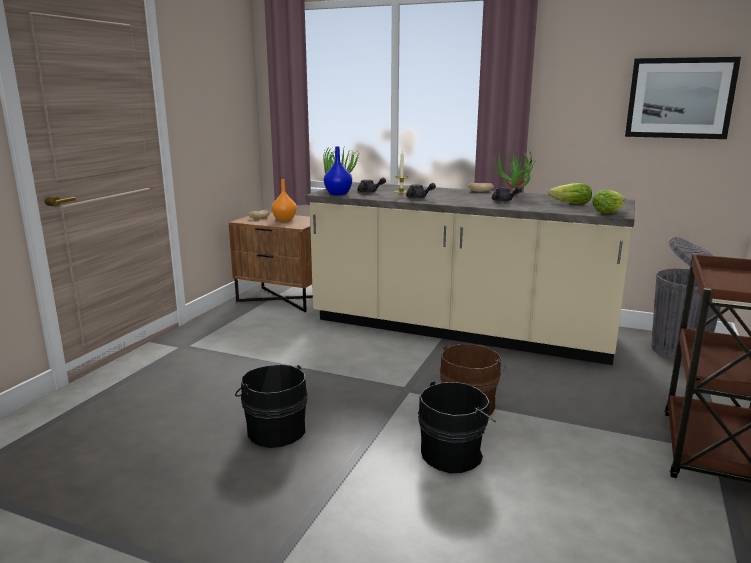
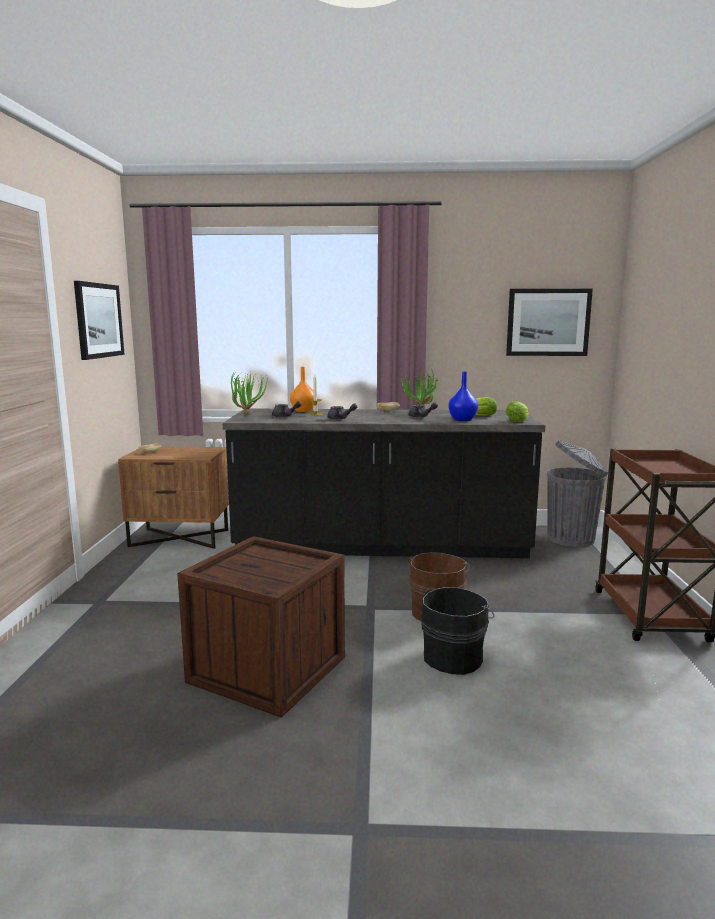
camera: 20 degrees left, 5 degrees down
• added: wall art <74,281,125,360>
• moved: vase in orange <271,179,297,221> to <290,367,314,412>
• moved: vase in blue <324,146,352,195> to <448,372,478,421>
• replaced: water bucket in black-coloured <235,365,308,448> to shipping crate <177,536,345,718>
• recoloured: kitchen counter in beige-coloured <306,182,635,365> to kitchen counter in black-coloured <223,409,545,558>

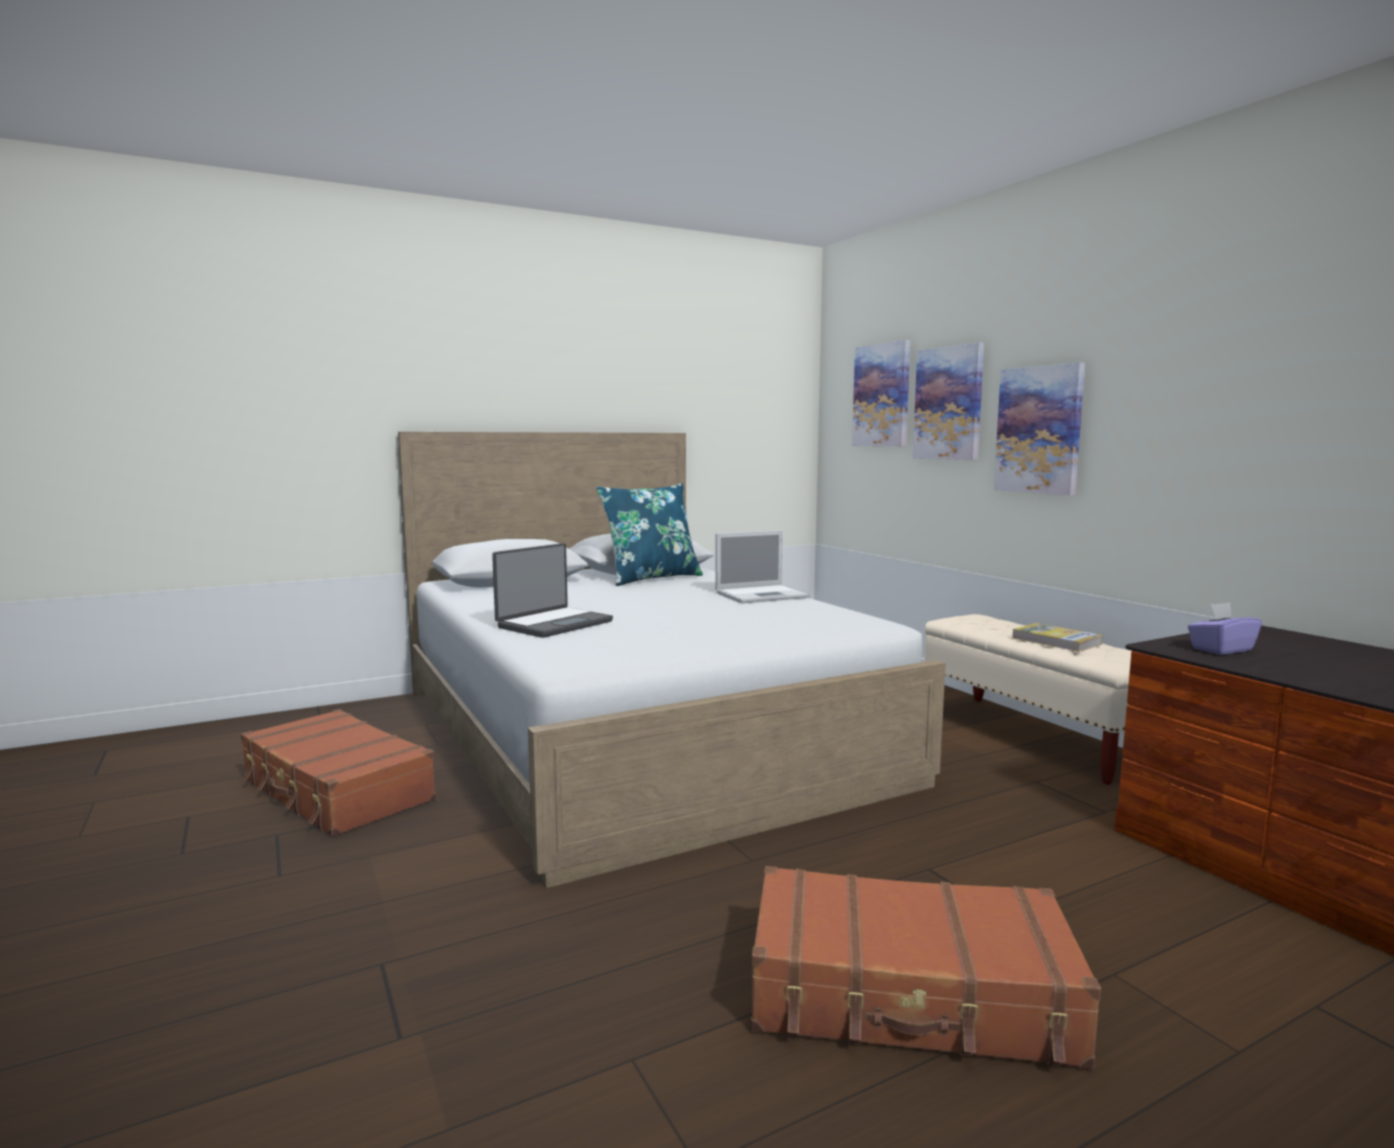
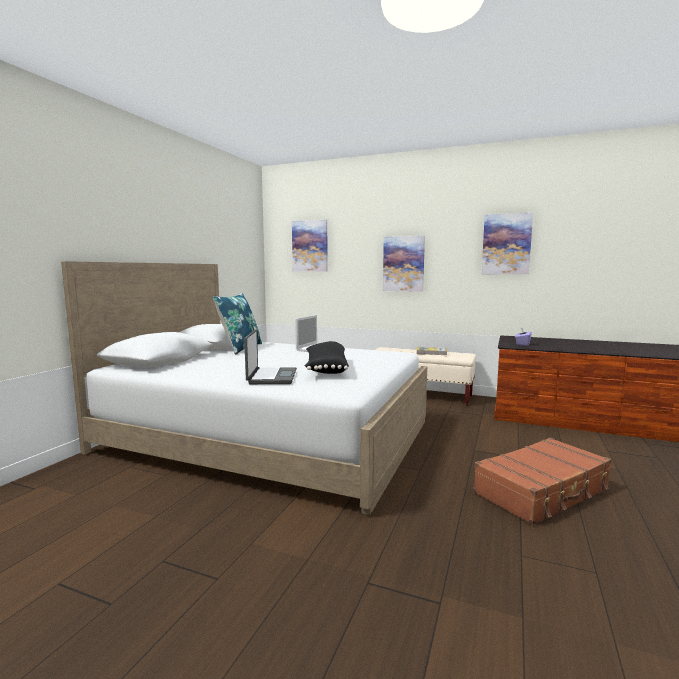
camera: 40 degrees left, 0 degrees up
• removed: piece of luggage in brown-coloured <241,709,436,837>
• added: cushion in black-coloured <305,341,349,374>
• moved: wall art <913,342,984,460> to <482,212,533,274>

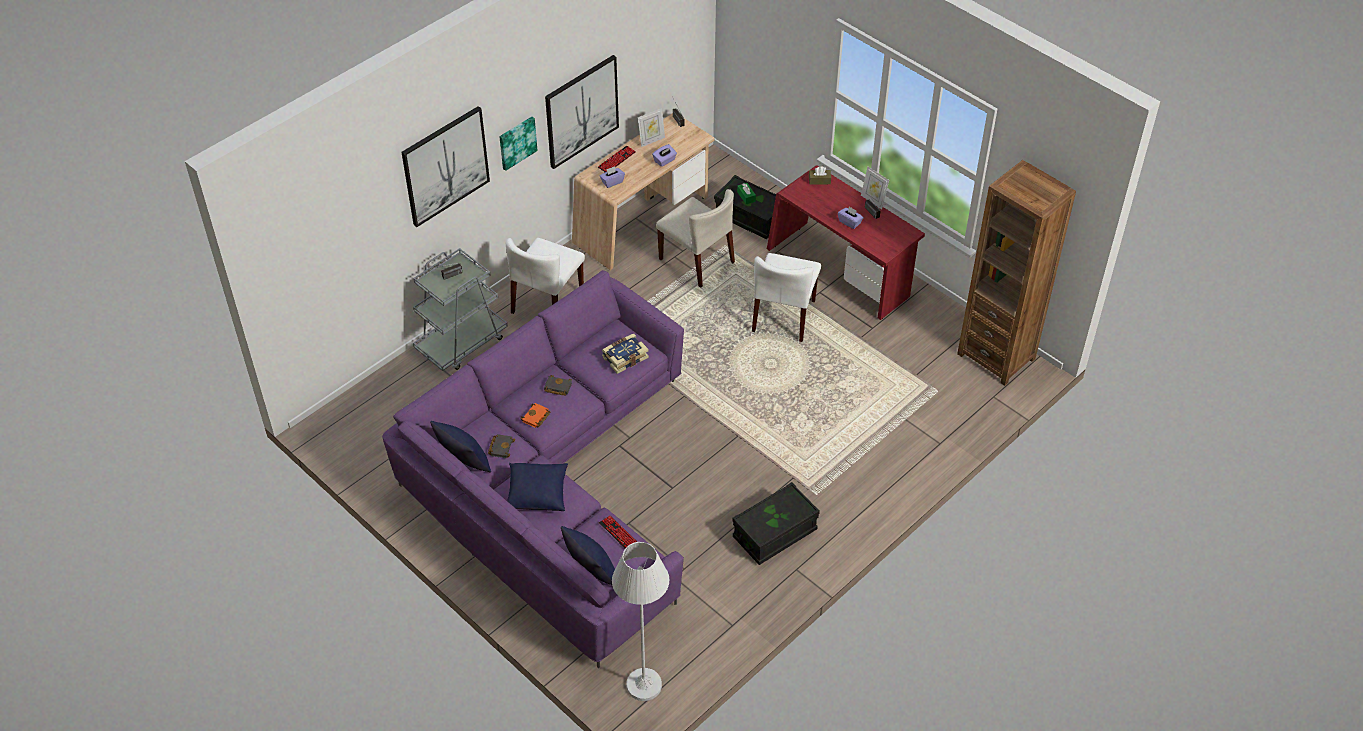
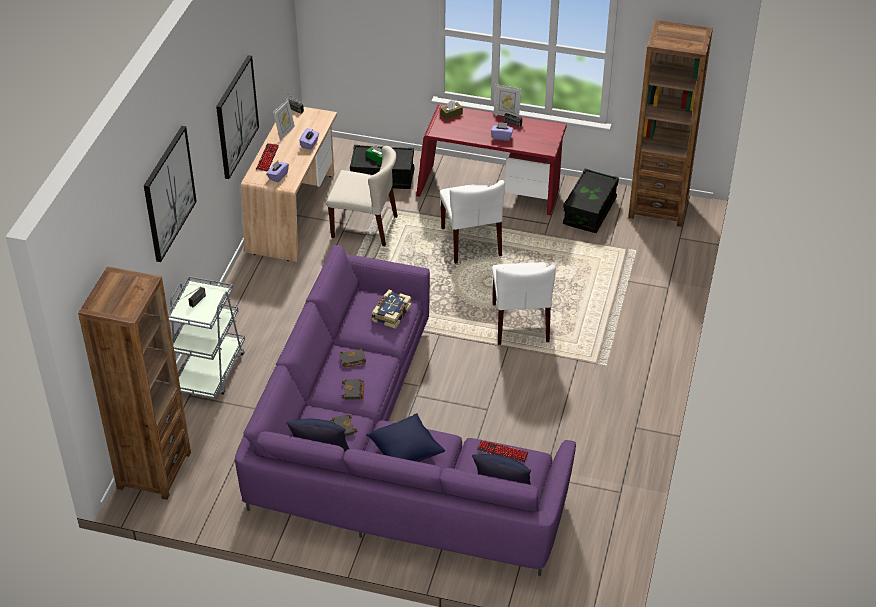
camera: 30 degrees left, 5 degrees down
• removed: wall art <499,117,537,171>
• removed: standing lamp in white-coloured <612,542,669,701>
• added: bookshelf in brown-coloured <78,266,191,500>
• moved: chair in white-coloured <506,238,585,314> to <492,262,556,345>
• moved: storage box in black-coloured <732,482,820,565> to <563,168,619,233>
• recoloured: bound book in orange <520,403,551,428> to bound book in black-coloured <342,379,364,400>

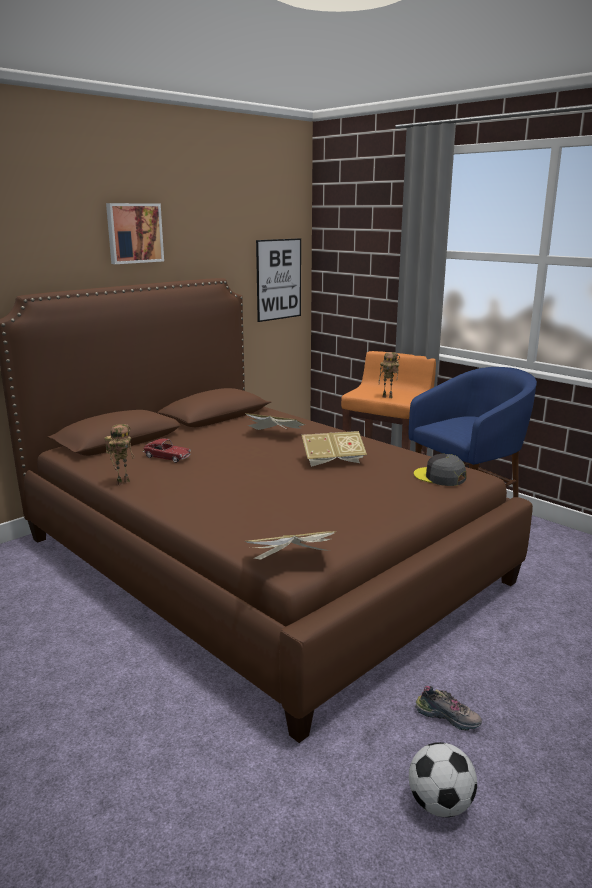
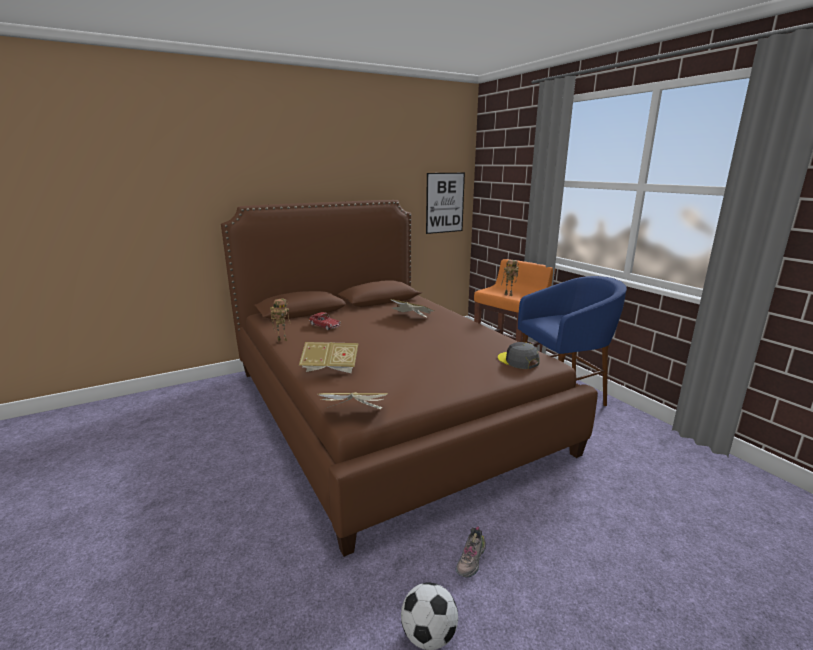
camera: 15 degrees right, 0 degrees up
• removed: wall art <106,203,164,264>
• moved: bound book <301,431,367,467> to <299,342,359,373>
• turned: low shoe <415,686,482,731> = <456,526,486,578> 75 degrees clockwise

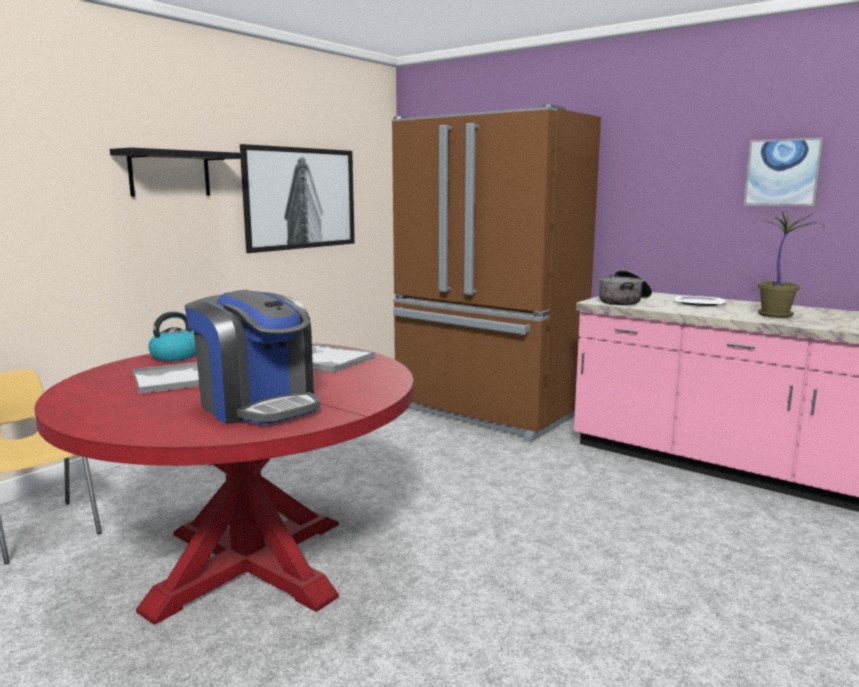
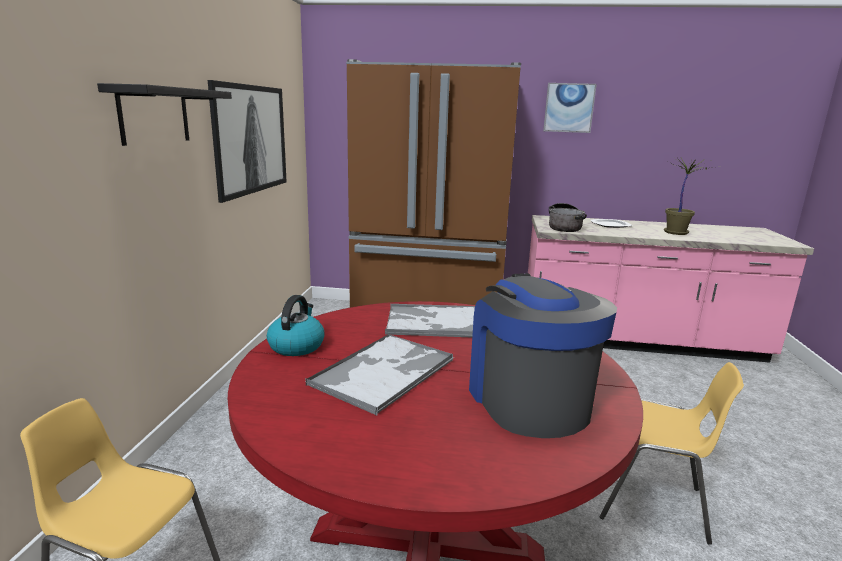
camera: 30 degrees left, 5 degrees up
• added: chair in yellow <600,362,744,545>
• moved: wall art <744,138,823,206> to <543,83,597,133>
• turned: coffee brewer <185,290,320,425> = <469,273,617,438> 120 degrees counterclockwise

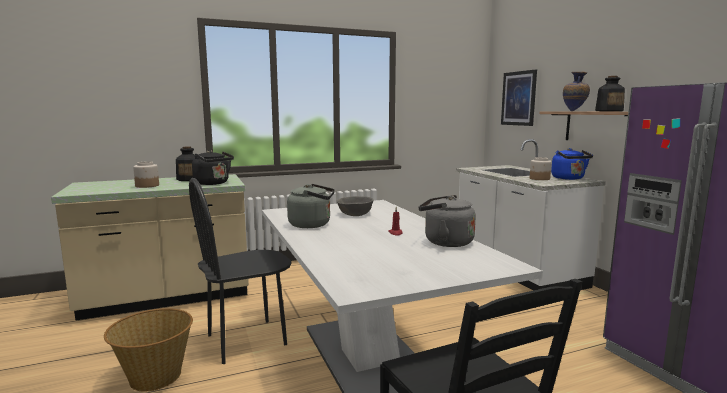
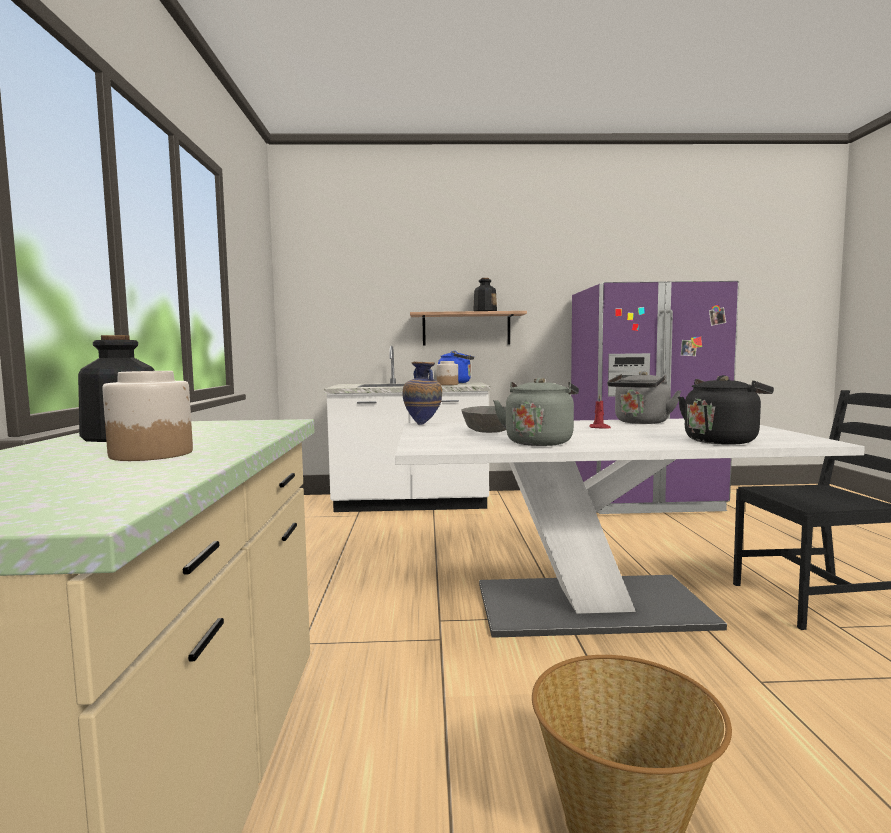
camera: 70 degrees left, 5 degrees down
• removed: chair in black-coloured <189,178,291,364>
• removed: wall art <501,70,537,126>
• moved: water kettle in black-coloured <192,150,234,185> to <678,375,774,445>
• moved: vase <563,72,590,111> to <403,362,442,425>

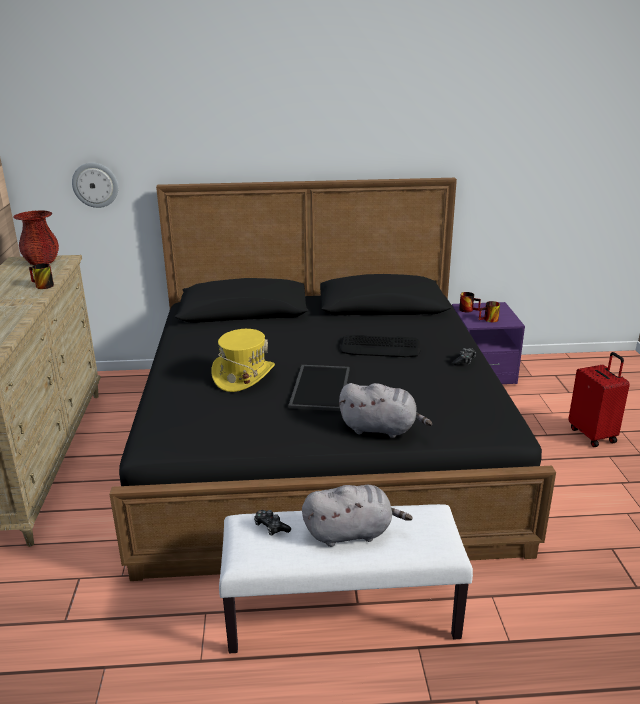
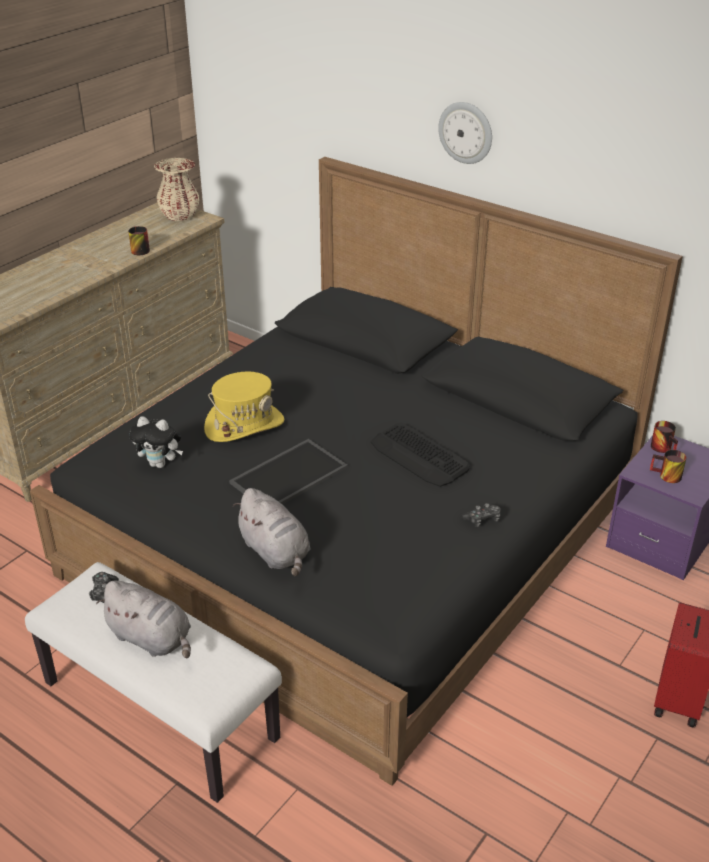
camera: 40 degrees right, 10 degrees up
• added: plush toy <129,416,183,468>
• moved: hanging clock <72,163,118,208> to <438,102,492,164>
• recoloured: vase in red <13,210,59,265> to vase in beige-coloured <154,158,200,221>

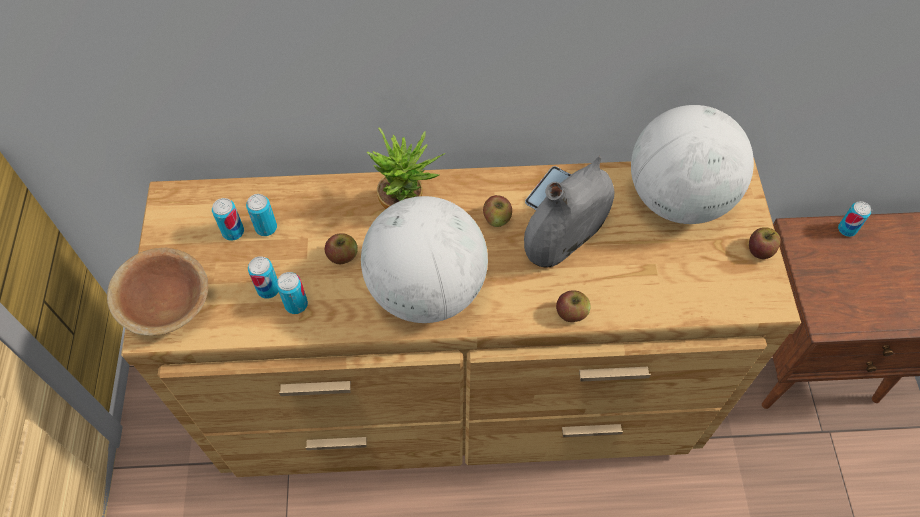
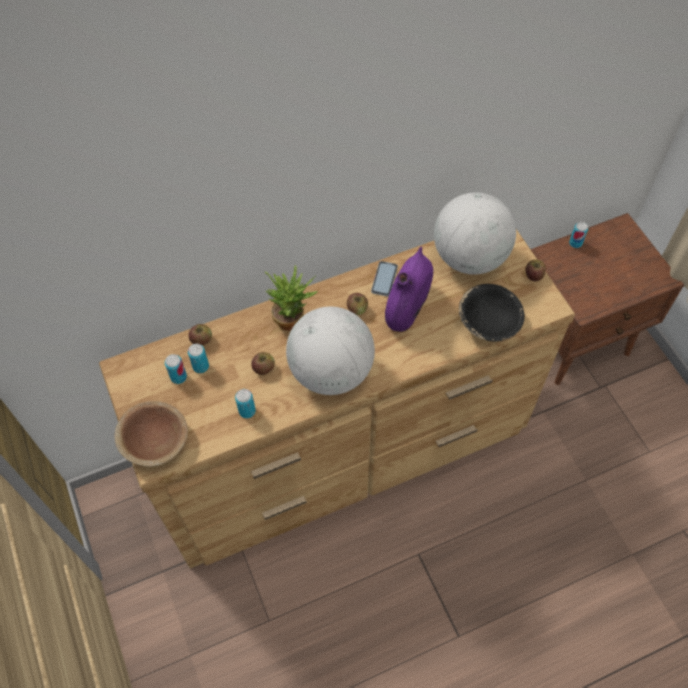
camera: 20 degrees left, 0 degrees up
• removed: metal can <248,256,279,299>
• added: serving bowl in black-coloured <459,284,525,341>
• moved: apple <556,290,590,322> to <189,324,212,346>
• recoloured: vase in gray <524,156,614,268> to vase in purple <385,247,433,332>

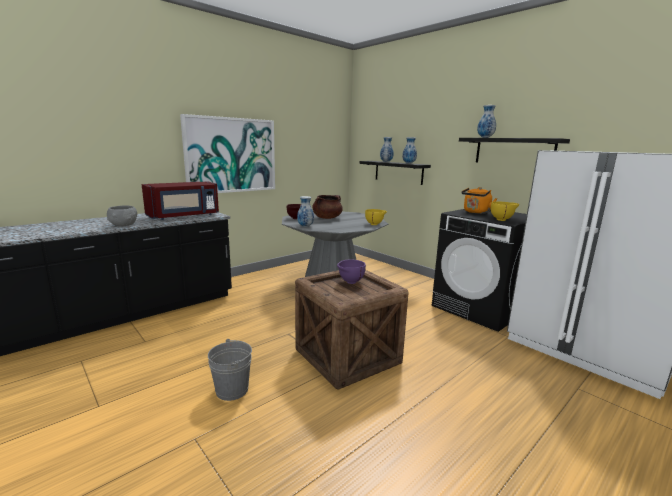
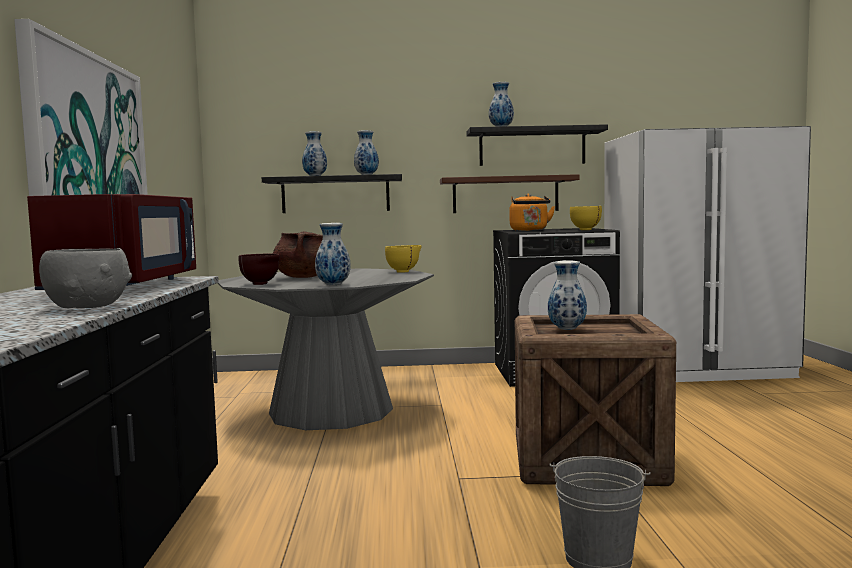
camera: 50 degrees left, 10 degrees down
• added: bracket shelf in brown-coloured <440,174,579,213>
• replaced: serving bowl in purple <337,260,366,284> to vase <548,261,587,330>

